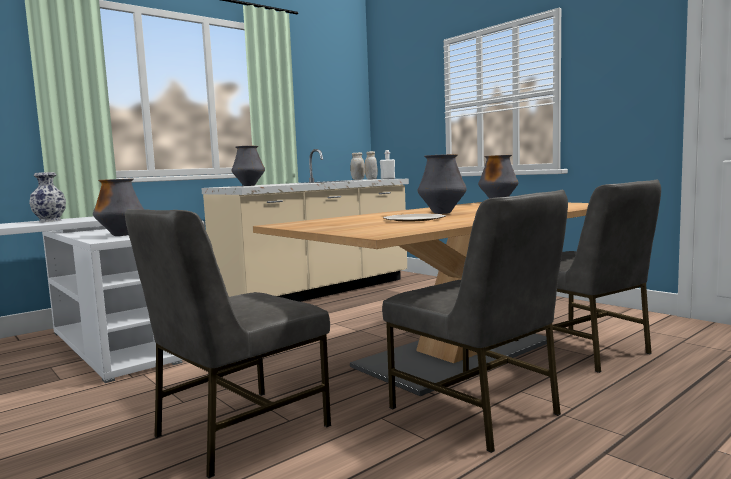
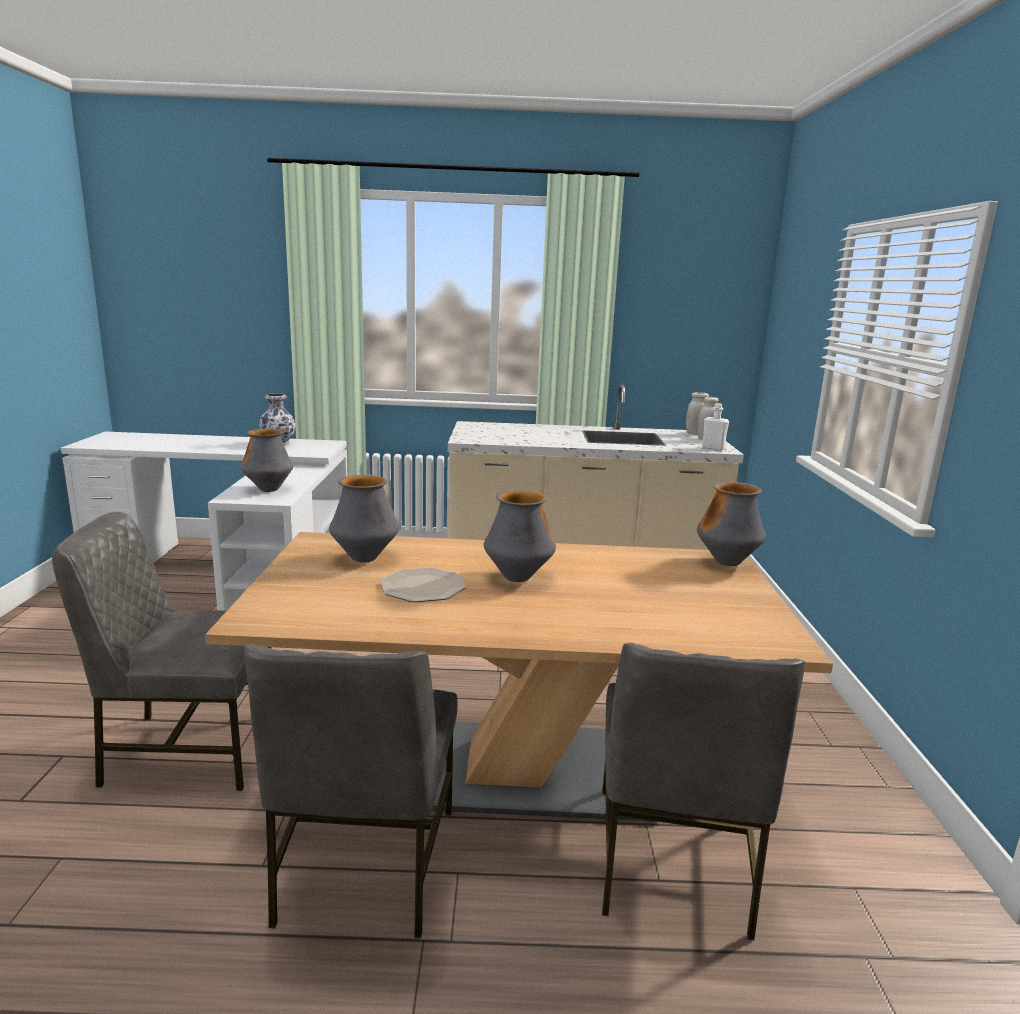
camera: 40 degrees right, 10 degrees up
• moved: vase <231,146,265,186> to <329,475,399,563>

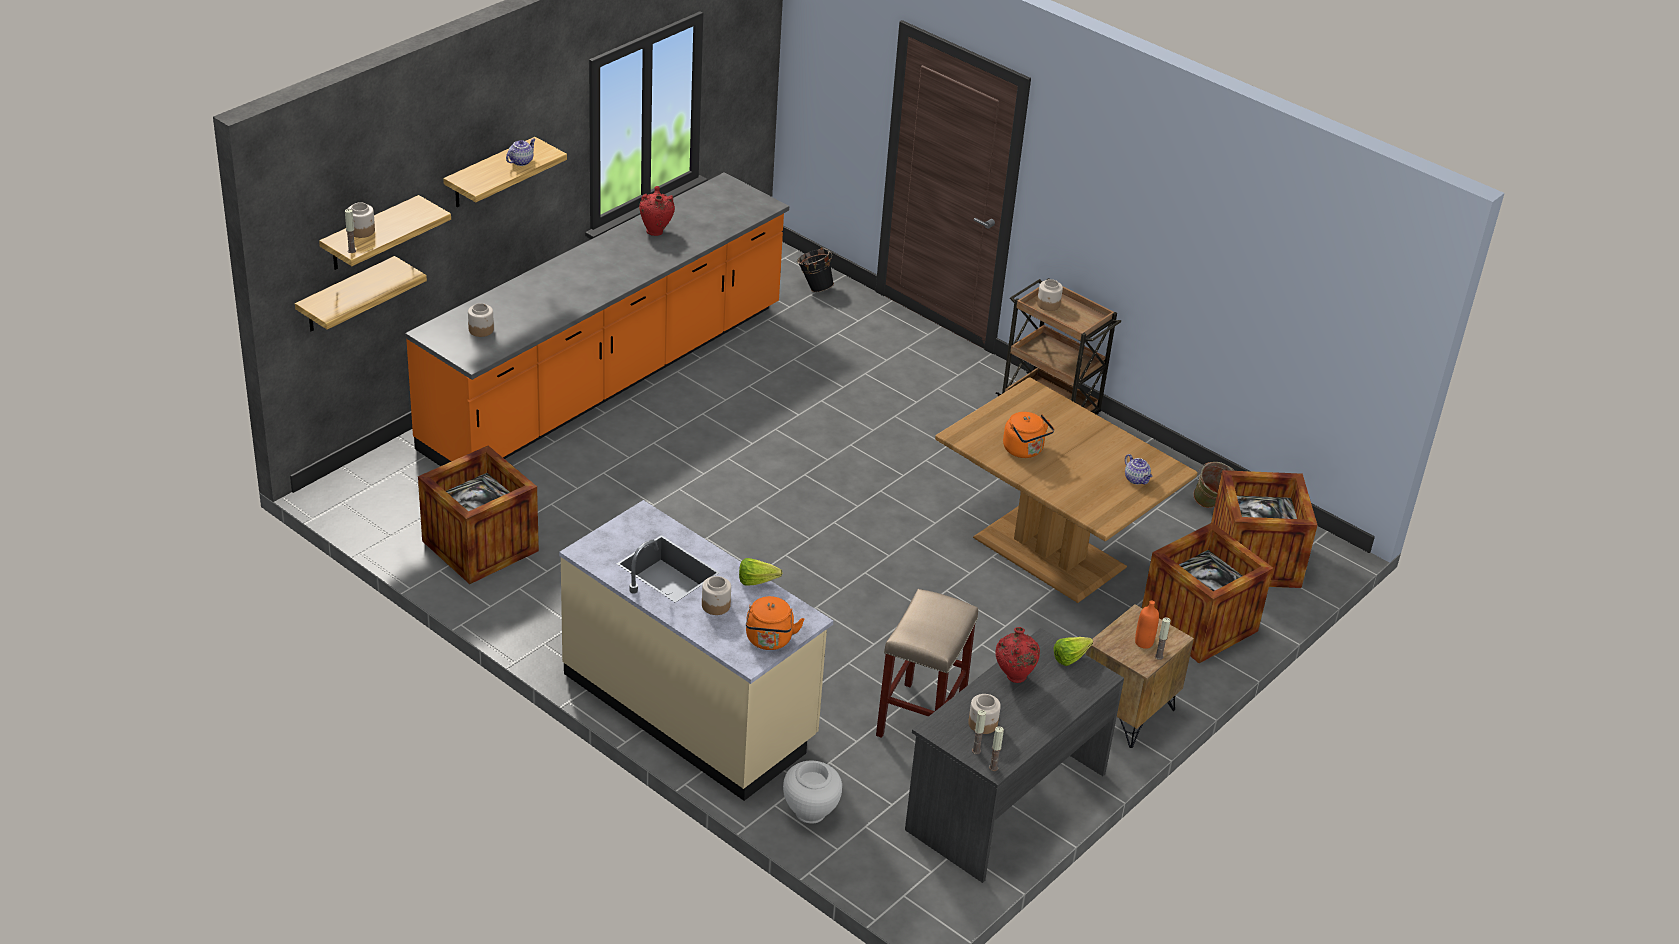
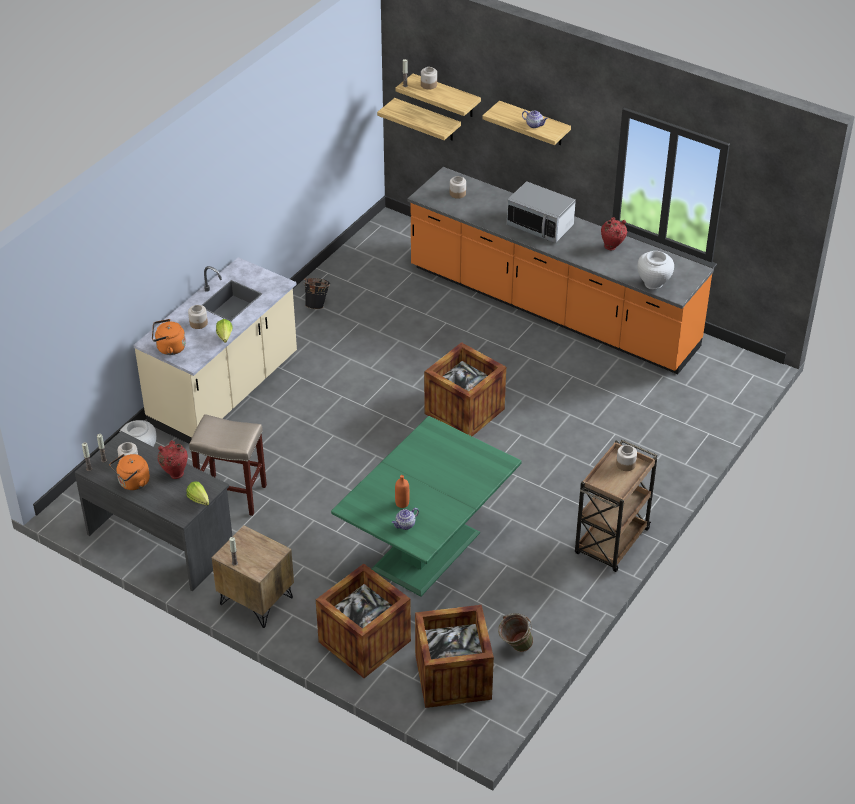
camera: 85 degrees right, 5 degrees up
• added: microwave <507,181,576,243>
• added: vase in white-coloured <637,251,674,289>
• moved: shipping crate <418,446,539,584> to <424,342,506,436>
• moved: water bucket in black-coloured <797,247,834,292> to <303,277,330,309>
• moved: water kettle in orange <1003,412,1054,458> to <110,454,150,490>
• moved: beverage bottle in orange <1135,600,1159,649> to <395,475,410,508>
• recoloured: kitchen table in brown-coloured <935,377,1198,603> to kitchen table in greenish <331,416,522,596>

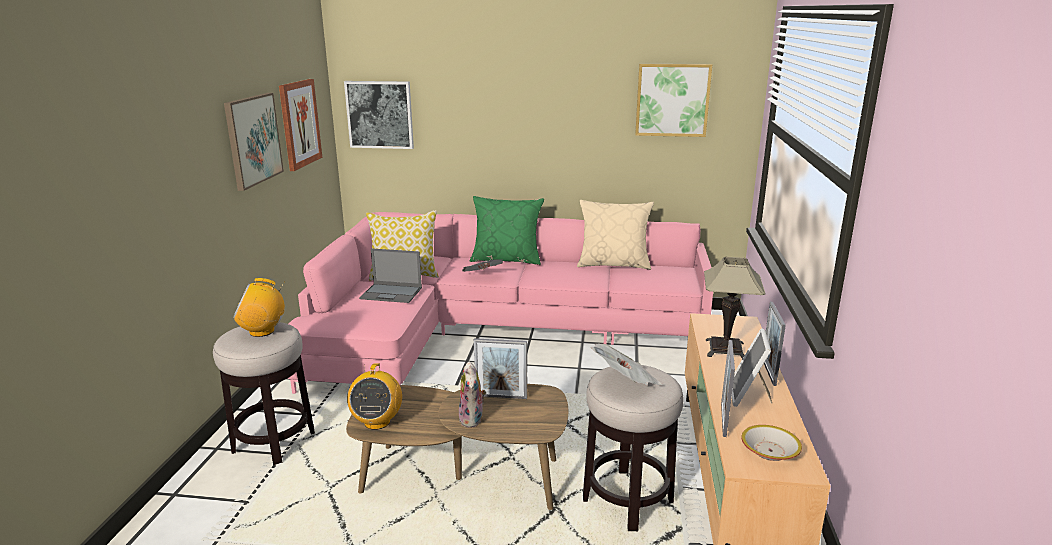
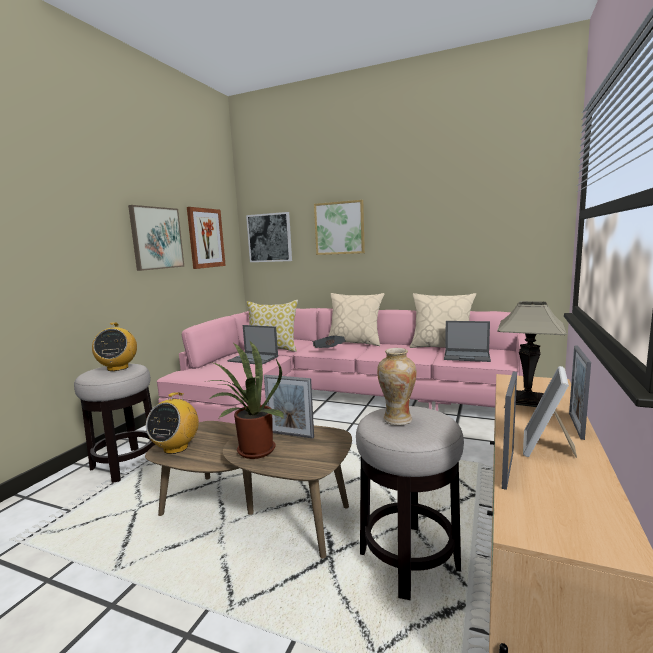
camera: 15 degrees right, 10 degrees down
• removed: serving bowl <741,425,802,461>
• added: portable computer <444,321,491,362>
• moved: wall art <635,64,712,137> to <314,200,365,255>
• replaced: plush toy <459,362,486,428> to potted plant <209,341,284,459>
• replaced: newspaper <591,344,663,386> to vase <377,348,417,425>
• recoloured: cushion in greenish <470,196,544,265> to cushion in beige-coloured <328,293,384,346>
• turned: radio <233,278,285,337> = <92,322,137,371> 105 degrees counterclockwise

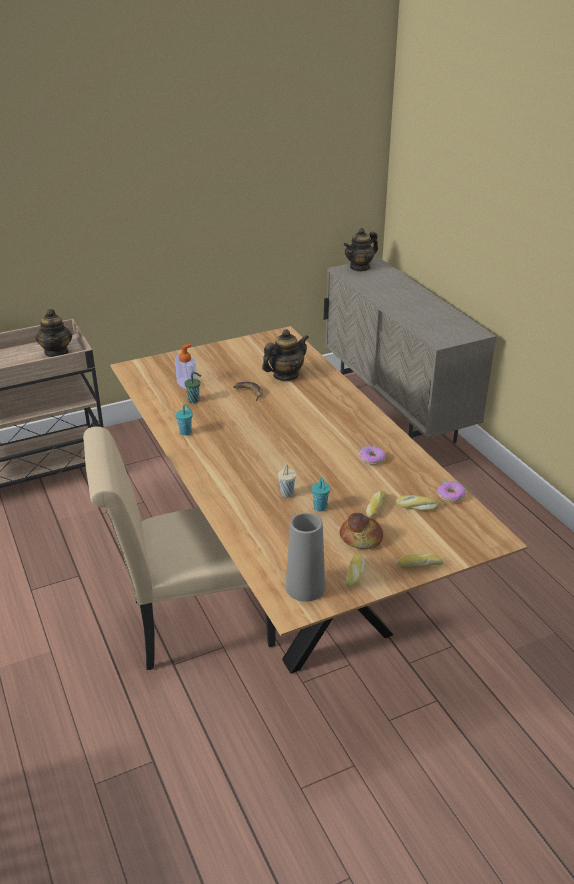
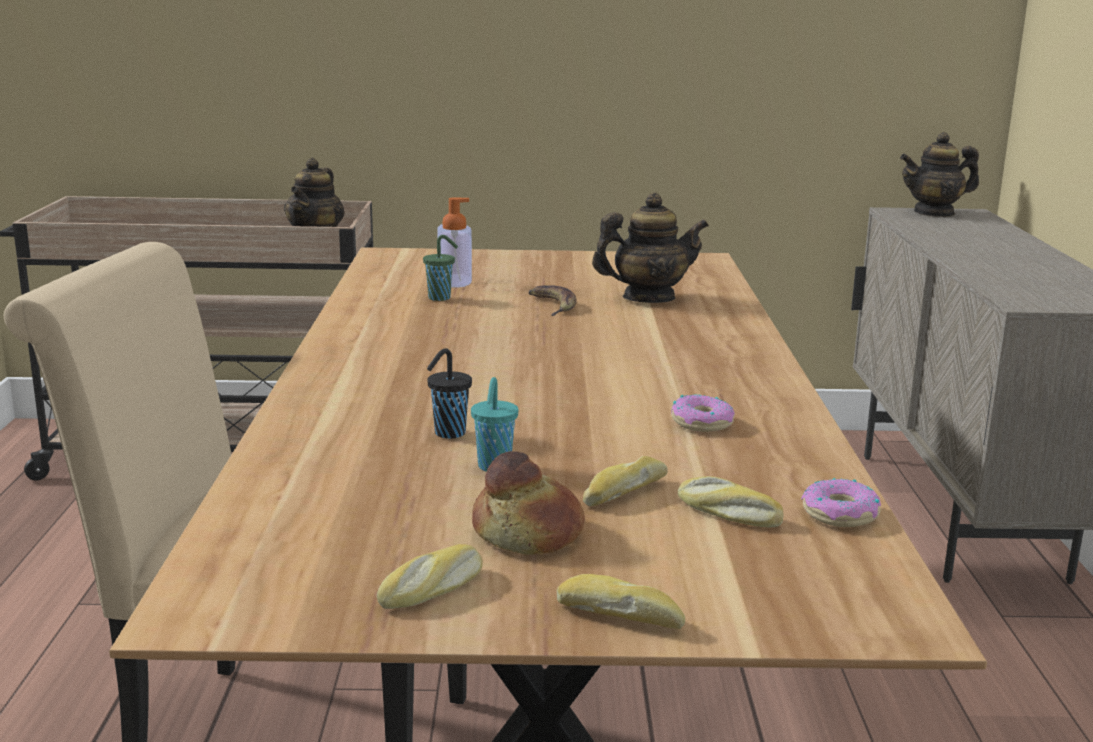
camera: 25 degrees right, 15 degrees down
• removed: small cup in turquoise-coloured <176,404,193,436>
• removed: vase in gray <286,513,325,602>
• recoloured: small cup in beige-coloured <278,464,296,498> to small cup in black-coloured <427,348,472,439>

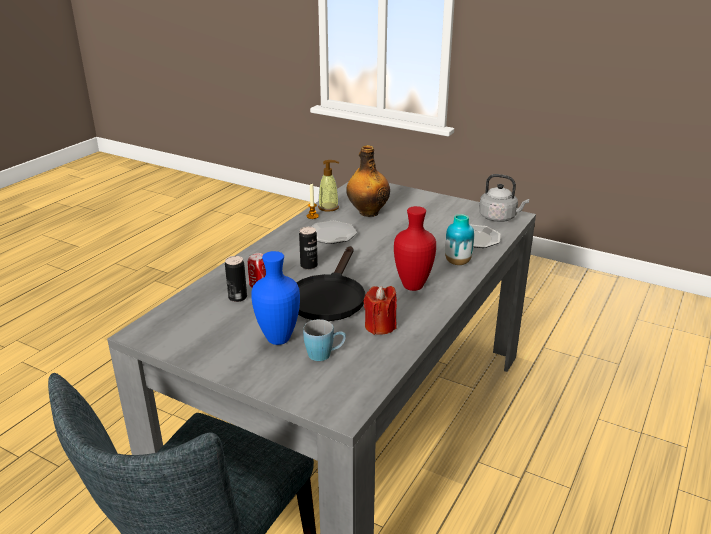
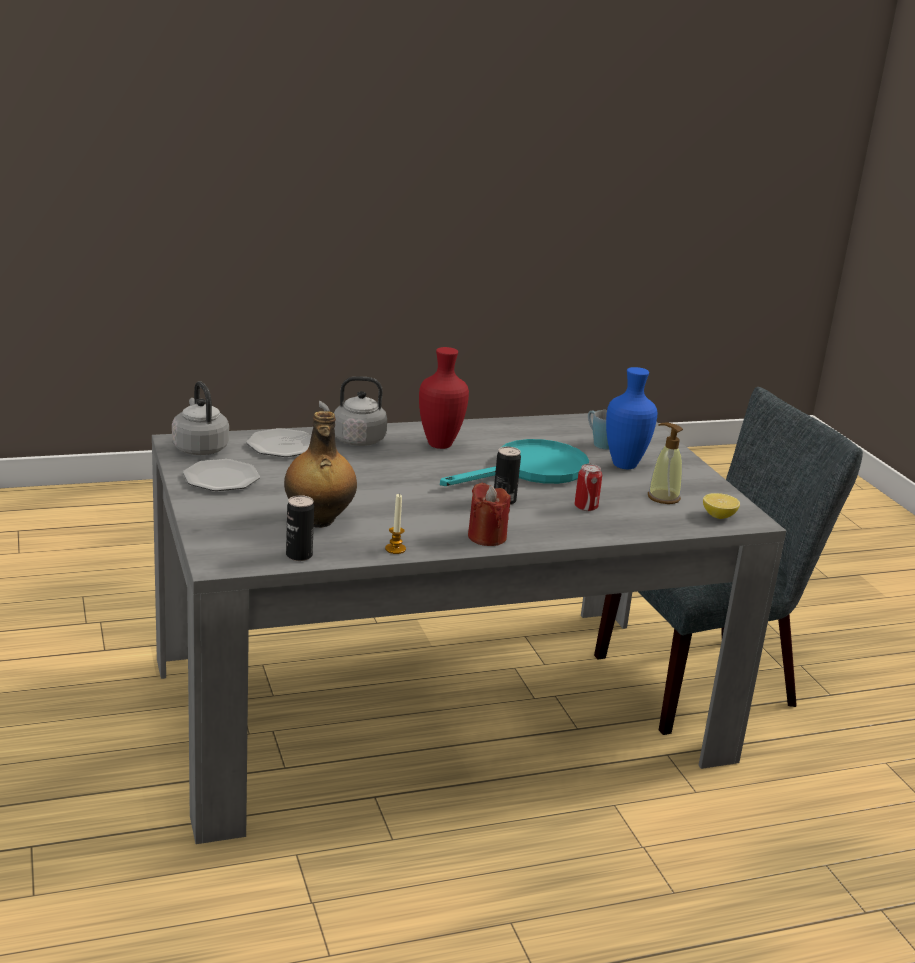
camera: 140 degrees left, 5 degrees down
• added: whole lemon <703,493,740,519>
• moved: metal can <225,256,247,302> to <286,495,314,561>
• moved: flat dish <311,221,357,244> to <183,459,260,491>
• moved: liquid soap bottle <318,160,339,212> to <648,422,683,504>
• moved: wax light in red <364,286,397,335> to <468,483,511,546>
• replaced: vase <445,214,474,265> to water kettle in gray <319,376,387,446>
• recoloured: pan in black-coloured <296,246,365,321> to pan in turquoise-coloured <440,439,589,486>

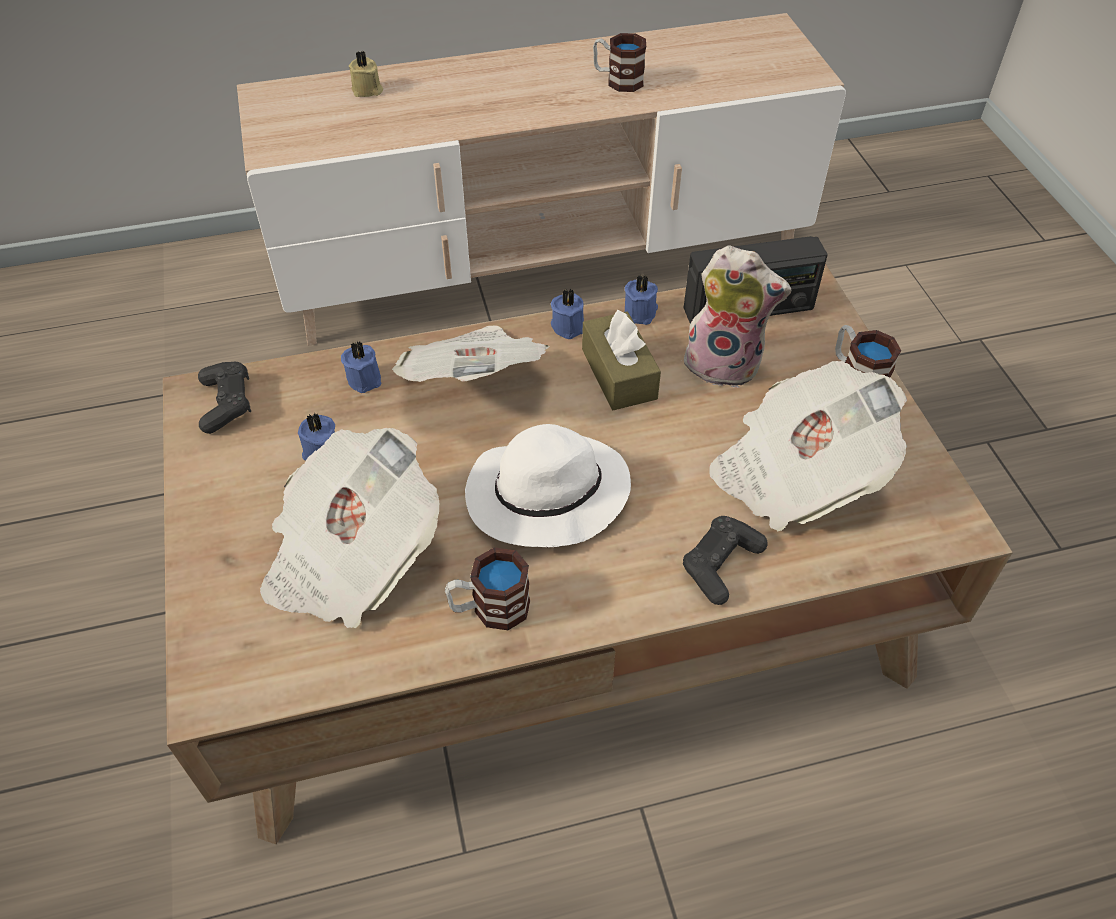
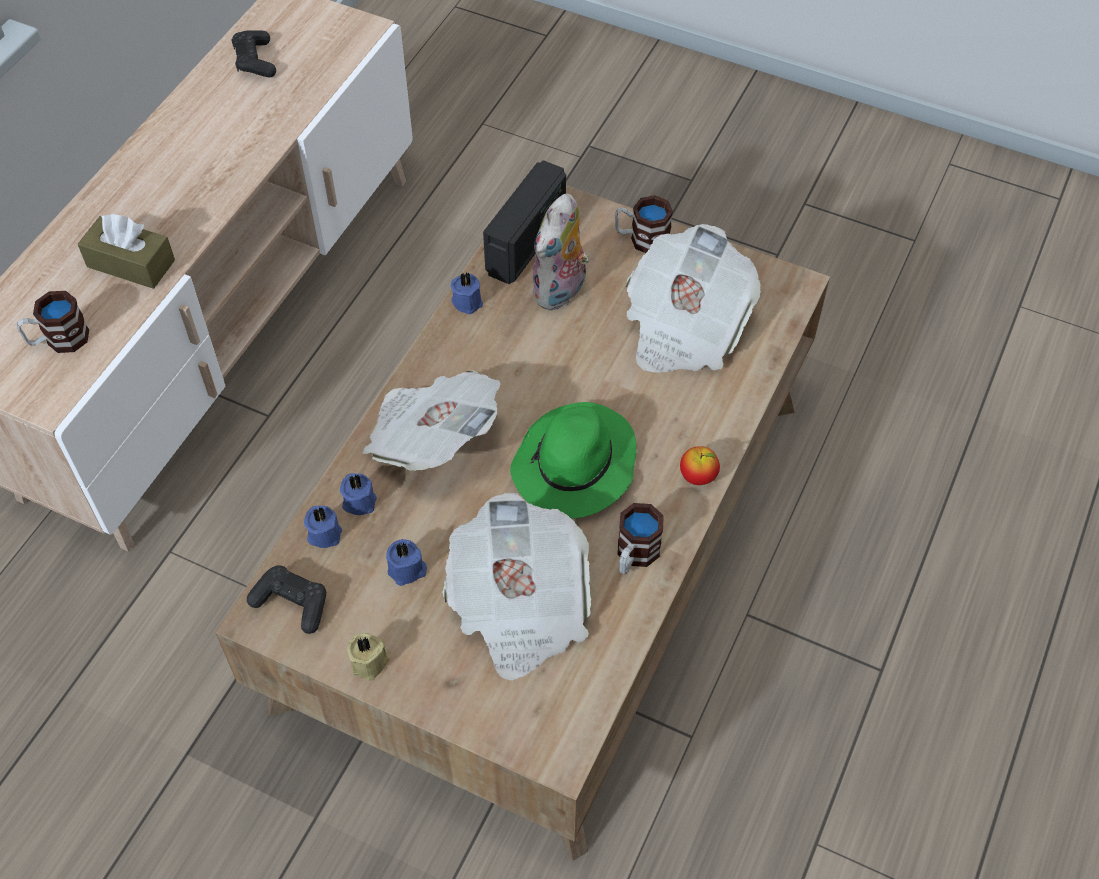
camera: 50 degrees left, 5 degrees up
• added: apple <680,446,720,485>
• moved: wax light in beige-coloured <349,51,383,97> to <347,633,390,681>
• moved: wax light in blue <551,289,584,339> to <304,506,342,548>
• moved: tissue box in brown-coloured <582,310,661,410> to <78,214,175,289>
• moved: coffee mug <593,33,646,92> to <17,291,89,353>
• moved: game controller in black-coloured <683,516,768,605> to <232,30,276,77>
• recoloured: hat in white-coloured <465,424,631,547> to hat in greenish <510,402,637,519>
• turned: plush toy <680,245,791,388> = <532,194,589,311> 150 degrees clockwise

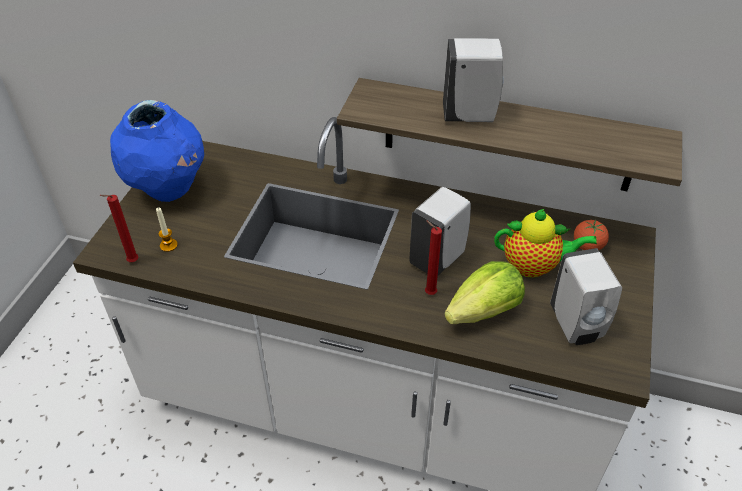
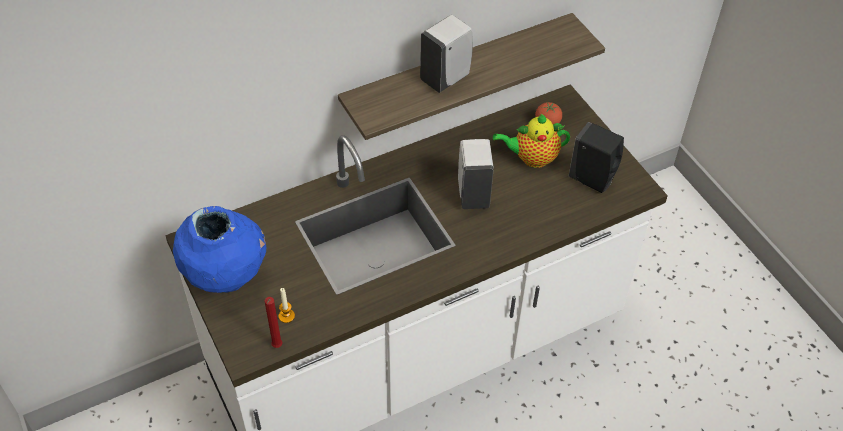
camera: 45 degrees left, 5 degrees up
• removed: wax light in red <425,220,442,295>
• removed: head of lettuce <444,261,525,324>
• recoloured: liquid soap bottle in white-coloured <550,248,622,345> to liquid soap bottle in black-coloured <569,122,624,193>
• turned: tea pot <494,209,597,278> = <493,114,570,168> 150 degrees counterclockwise

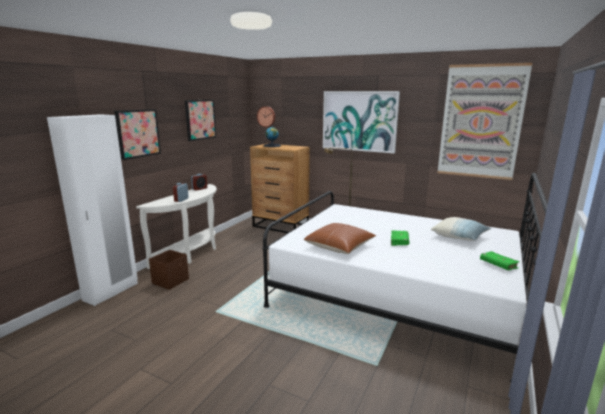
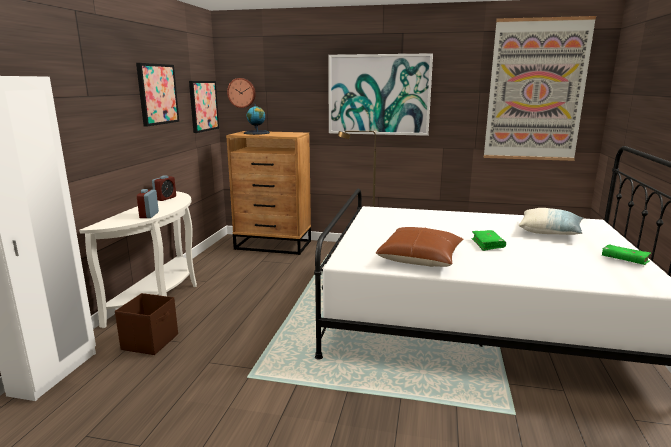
camera: 15 degrees left, 0 degrees up
• moved: wall art <114,109,161,160> to <189,81,219,133>

